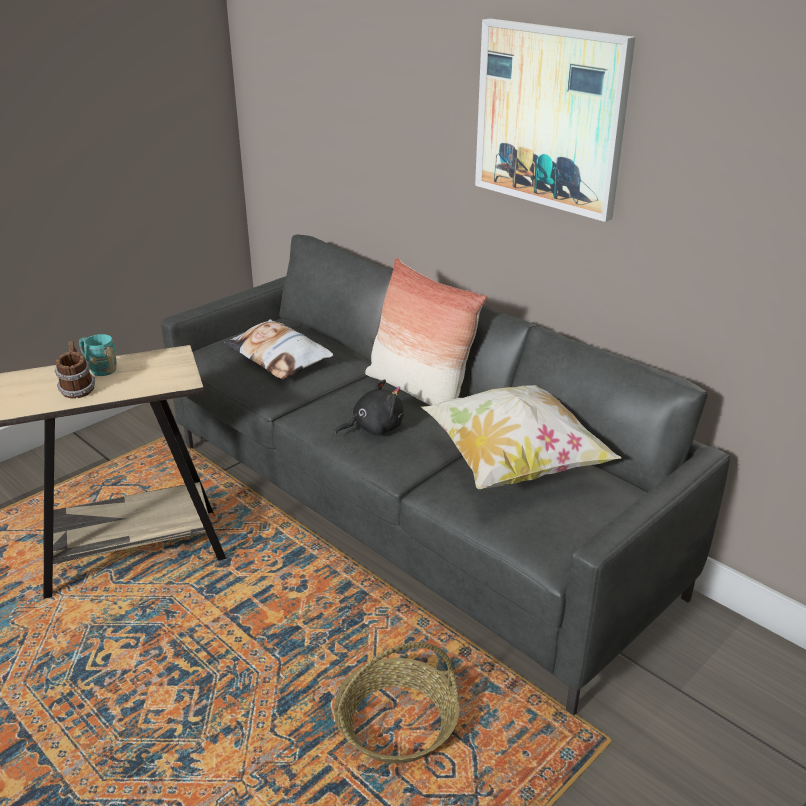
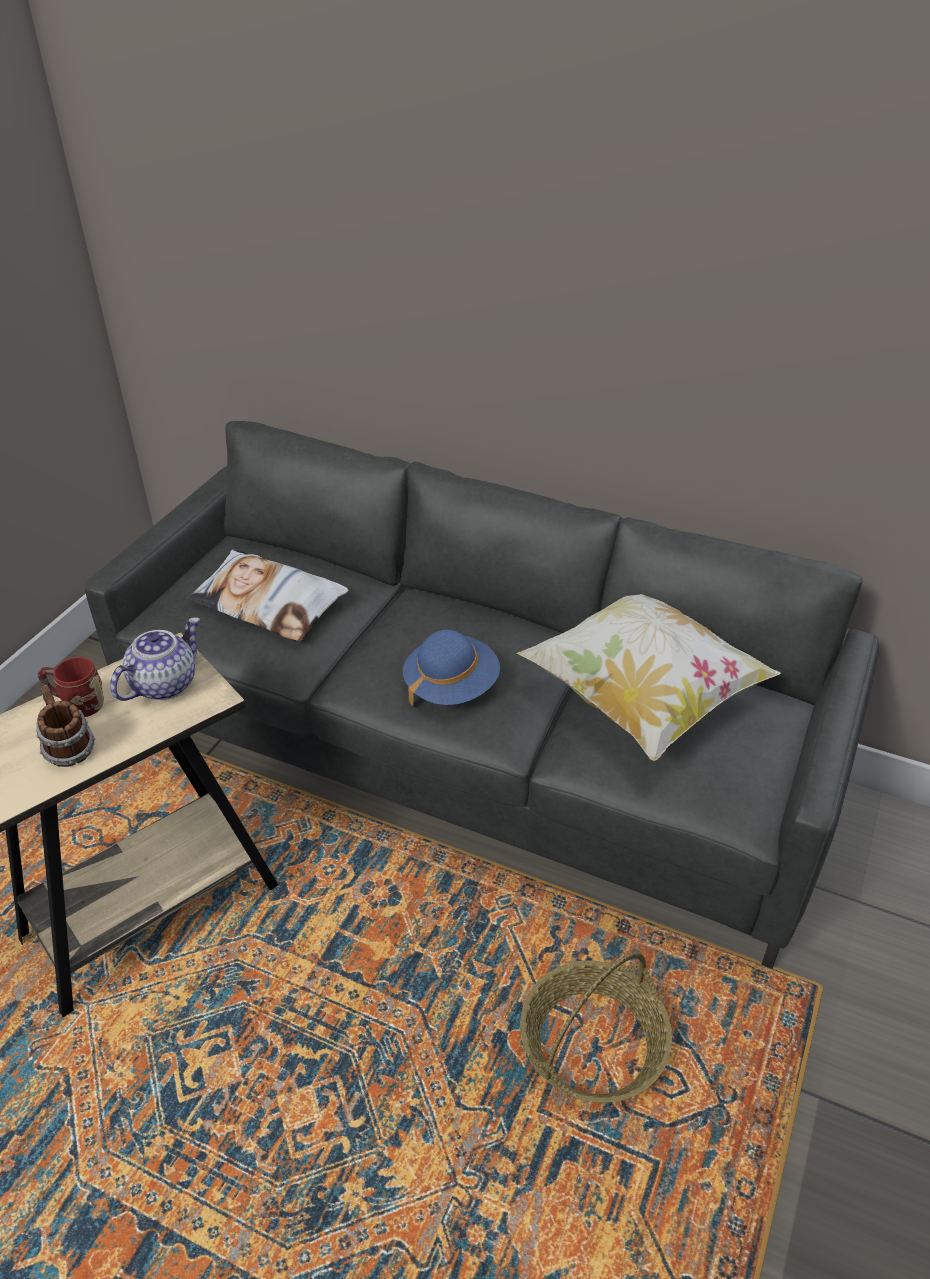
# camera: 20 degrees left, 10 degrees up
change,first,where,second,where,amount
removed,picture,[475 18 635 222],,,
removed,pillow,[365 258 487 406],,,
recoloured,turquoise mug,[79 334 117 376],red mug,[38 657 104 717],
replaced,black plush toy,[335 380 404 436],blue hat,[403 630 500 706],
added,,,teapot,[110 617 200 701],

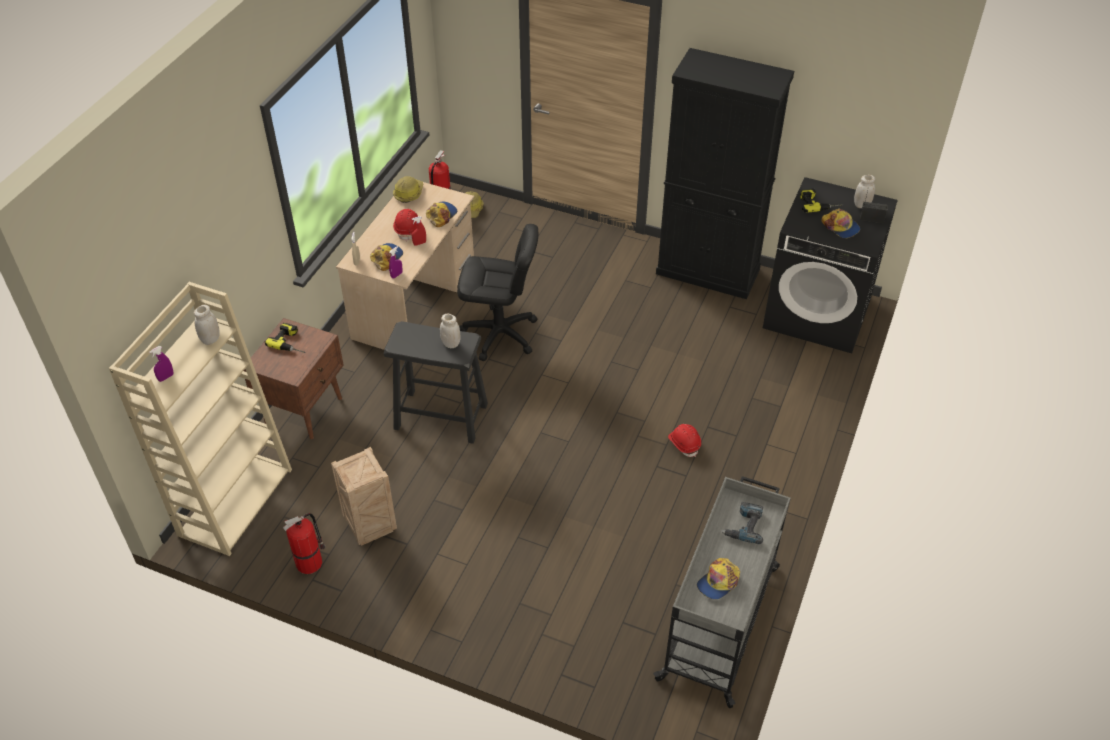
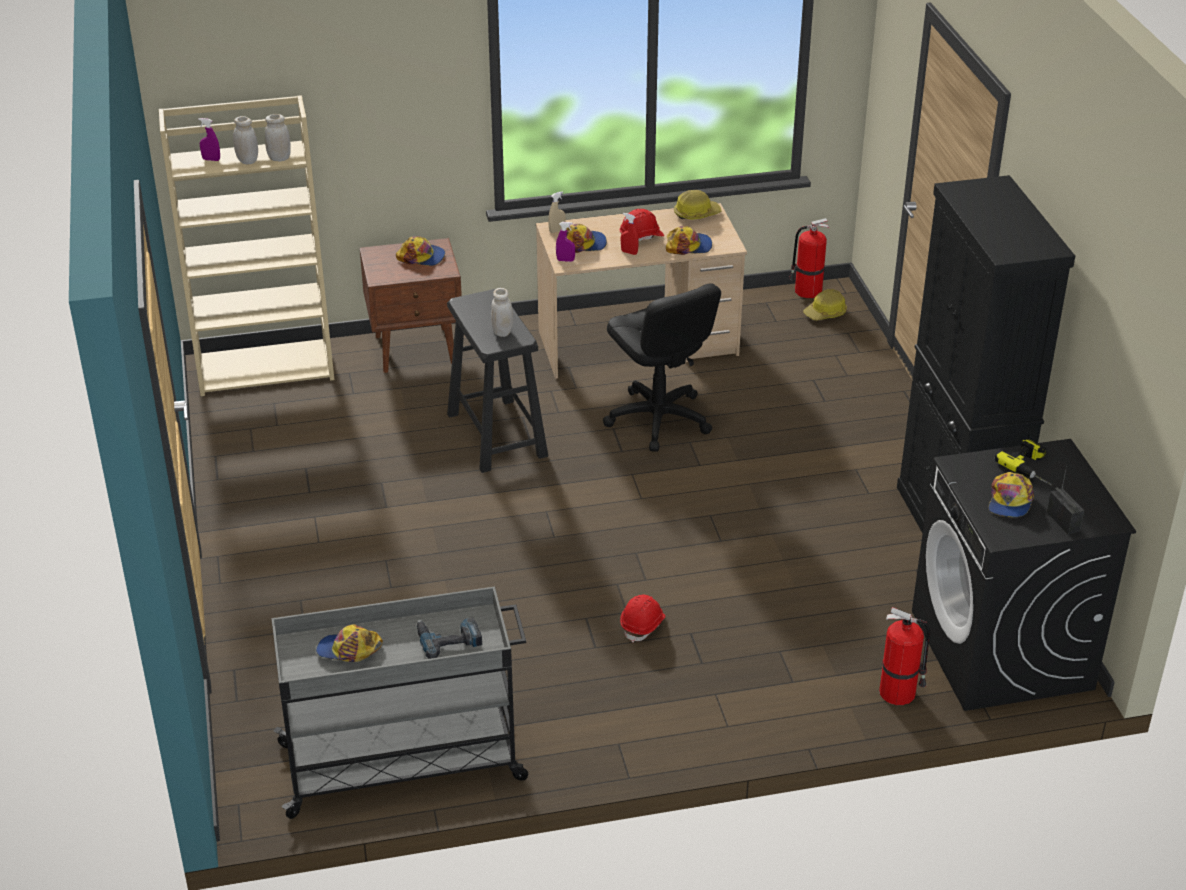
# camera: 55 degrees right, 10 degrees down
change,first,where,second,where,amount
moved,white jar,[854 175 875 208],,[233 116 258 164],
replaced,power drill,[265 323 305 353],cap,[396 236 445 266],
removed,crate,[331 447 397 546],,,
moved,fire extinguisher,[283 513 325 574],,[879 607 930 705],

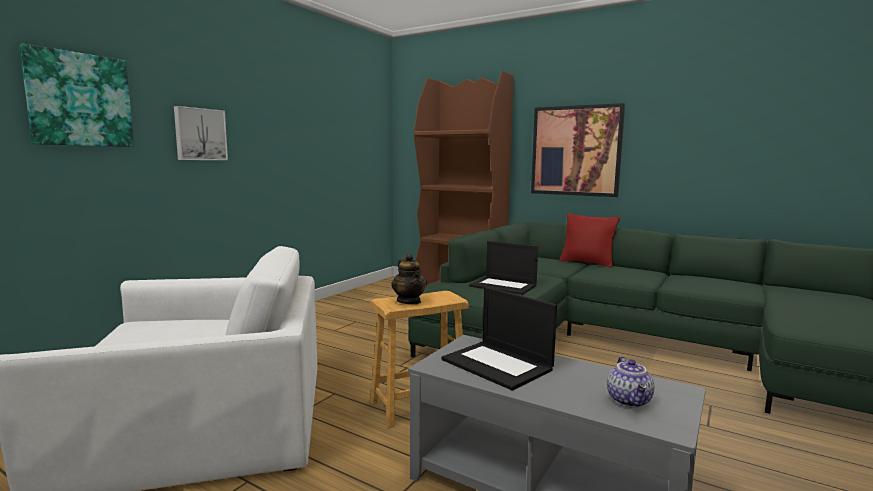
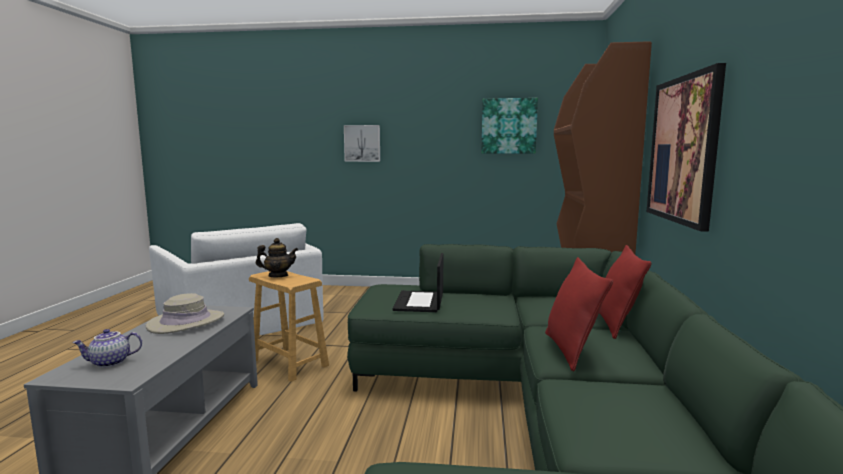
# camera: 65 degrees right, 0 degrees up
change,first,where,second,where,amount
moved,picture,[19 43 134 147],,[481 98 538 154],
turned,teapot,[391 254 427 304],,[256 238 298 277],135 degrees counterclockwise
replaced,laptop,[441 287 557 390],beige hat,[146 293 224 334],
added,,,red pillow,[545 257 613 372],

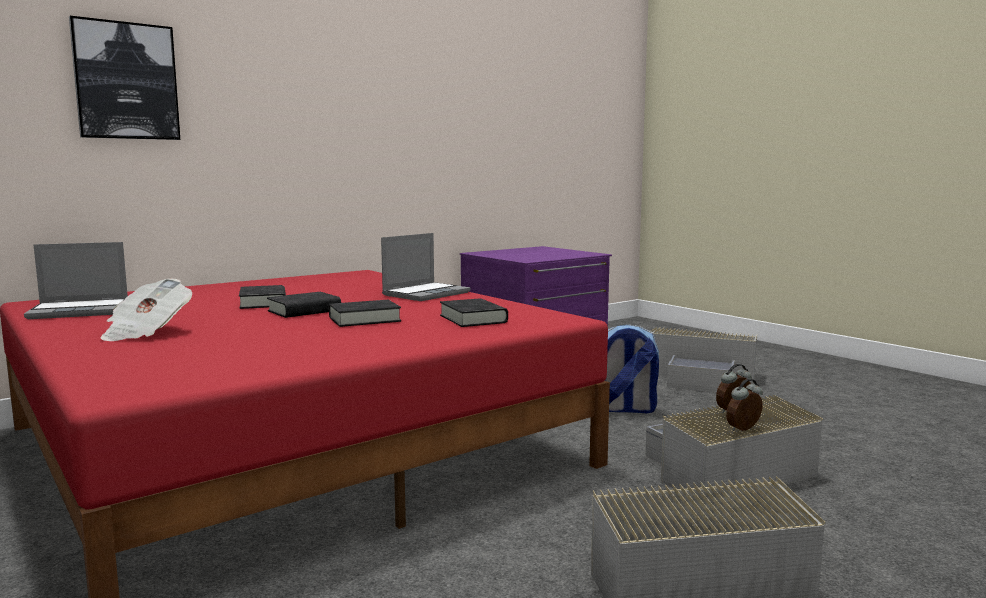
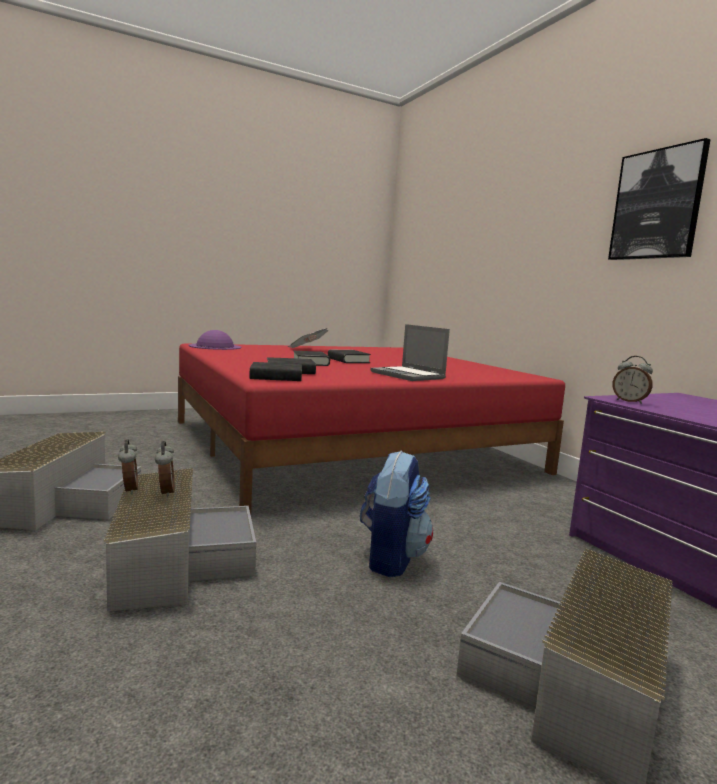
# camera: 100 degrees right, 0 degrees up
change,first,where,second,where,amount
moved,picture,[69 16 180 140],,[608 138 711 260],
removed,laptop,[24 242 128 319],,,
moved,black book,[239 285 286 309],,[250 362 302 381],
added,,,purple hat,[189 330 242 350],
added,,,alarm clock,[613 356 653 404],

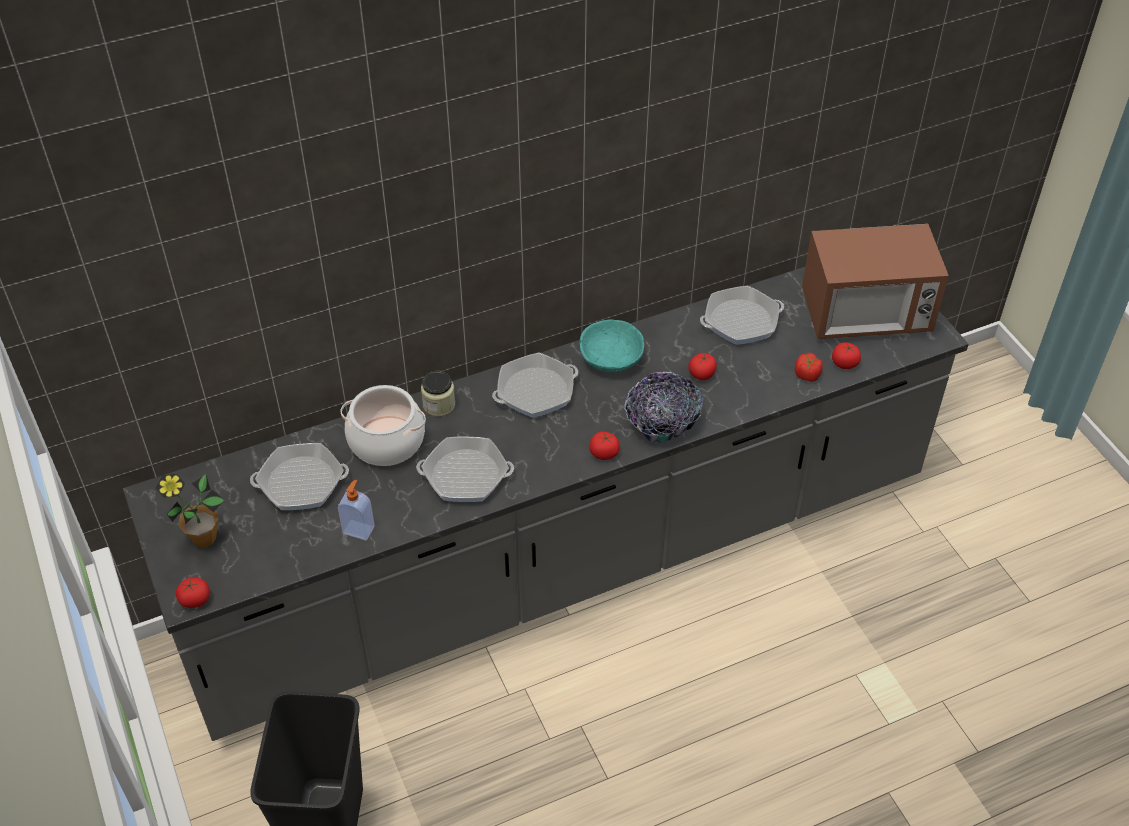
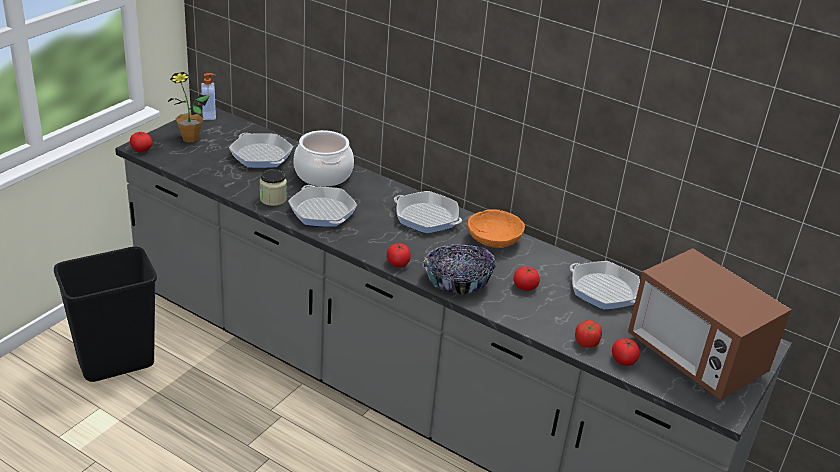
# camera: 55 degrees right, 15 degrees down
change,first,where,second,where,amount
recoloured,turquoise bowl,[579 319 644 372],orange bowl,[468 209 525 248],
moved,jar,[421 371 455 416],,[260 169 287 206],
moved,soap dispenser,[338 480 375 540],,[201 73 216 120],

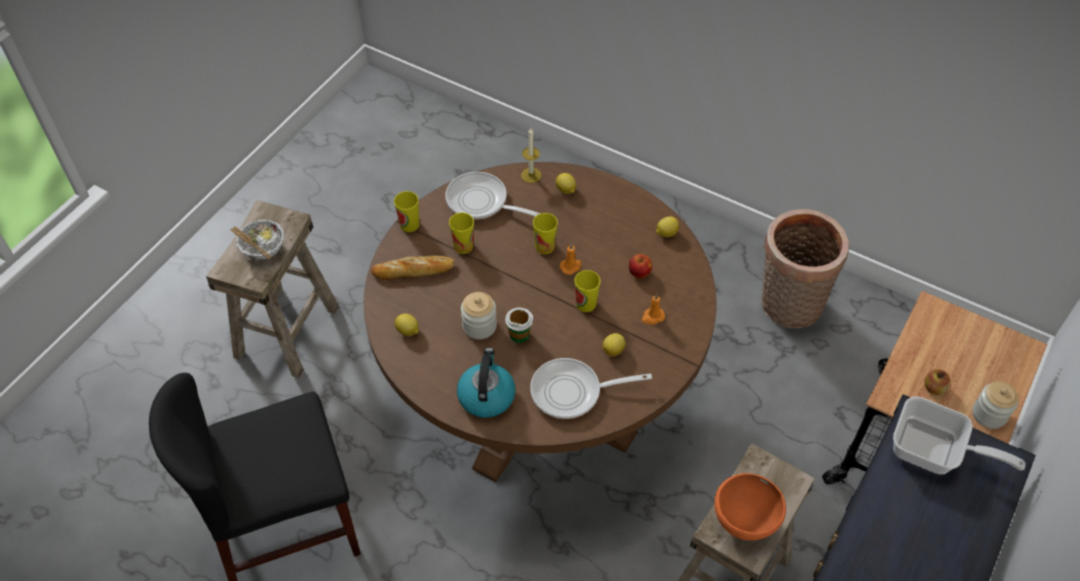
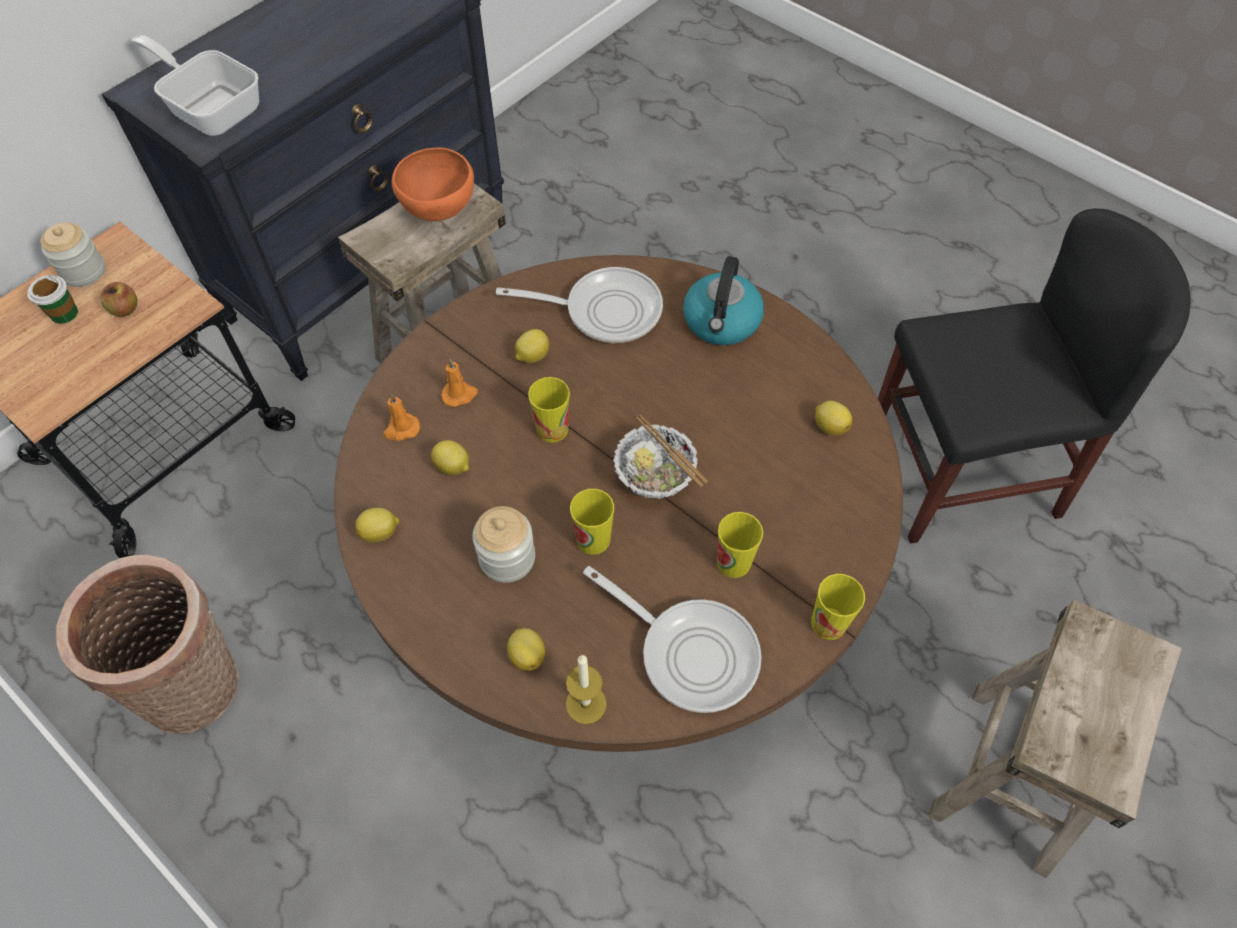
# camera: 170 degrees left, 5 degrees up
change,first,where,second,where,amount
moved,bowl,[230 219 284 260],,[613 415 708 499],
moved,orange candle,[560 243 582 275],,[383 393 420 441],
replaced,apple,[629 254 652 278],lemon,[431 440 469 476],
removed,bread,[371 255 455 280],,,
moved,jar,[461 292 497 339],,[472 506 535 583],
moved,cup,[505 308 533 343],,[27 274 78 324],

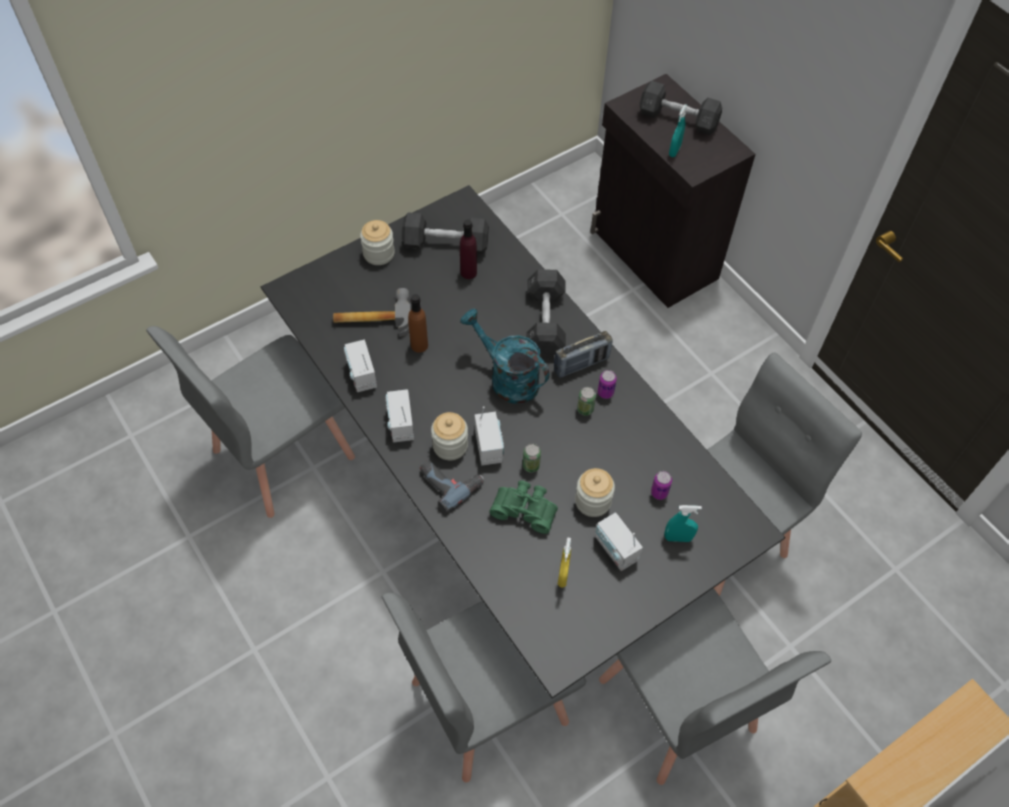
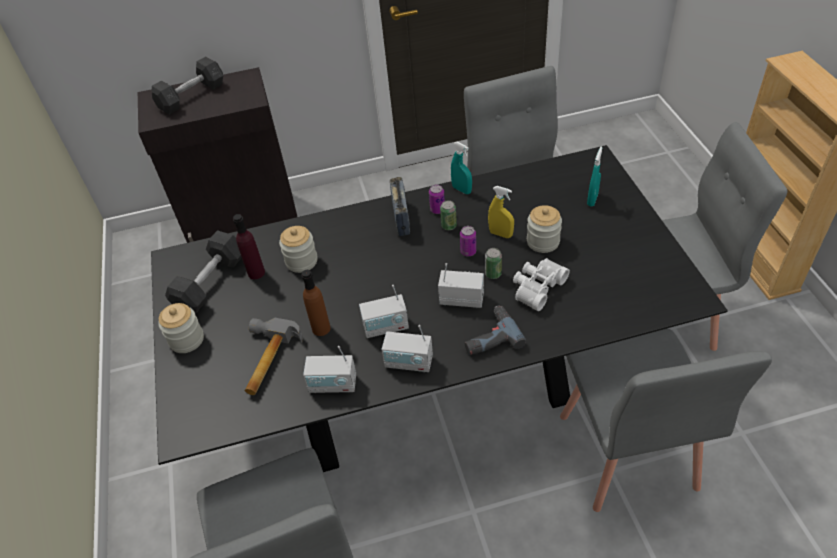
# camera: 65 degrees left, 10 degrees down
change,first,where,second,where,amount
moved,turquoise spray bottle,[669 104 687 157],,[451 142 472 194],
removed,grey dumbbell,[526 269 566 355],,,
removed,turquoise watering can,[460 308 550 404],,,
moved,jar,[431 412 468 460],,[279 226 317 273],
moved,can,[651 471 672 500],,[460 226 476 256],
recoloured,green binoculars,[489 480 558 534],white binoculars,[513 258 570 311],
moved,radio,[595 512 643 571],,[359 285 409 338],
moved,yellow spray bottle,[558 537 571 588],,[488 186 514 238],

